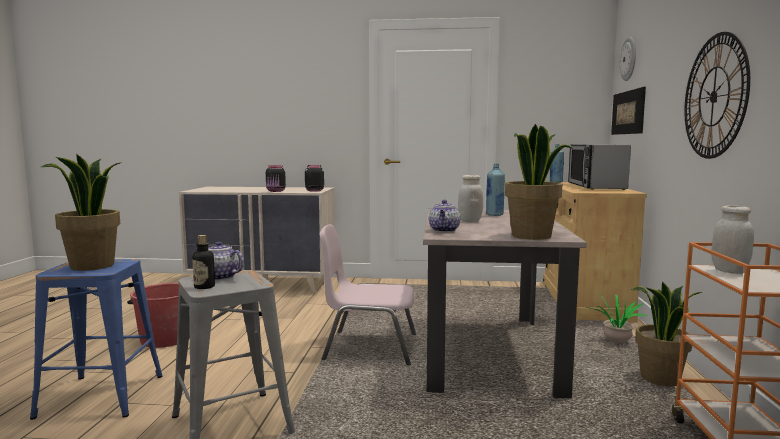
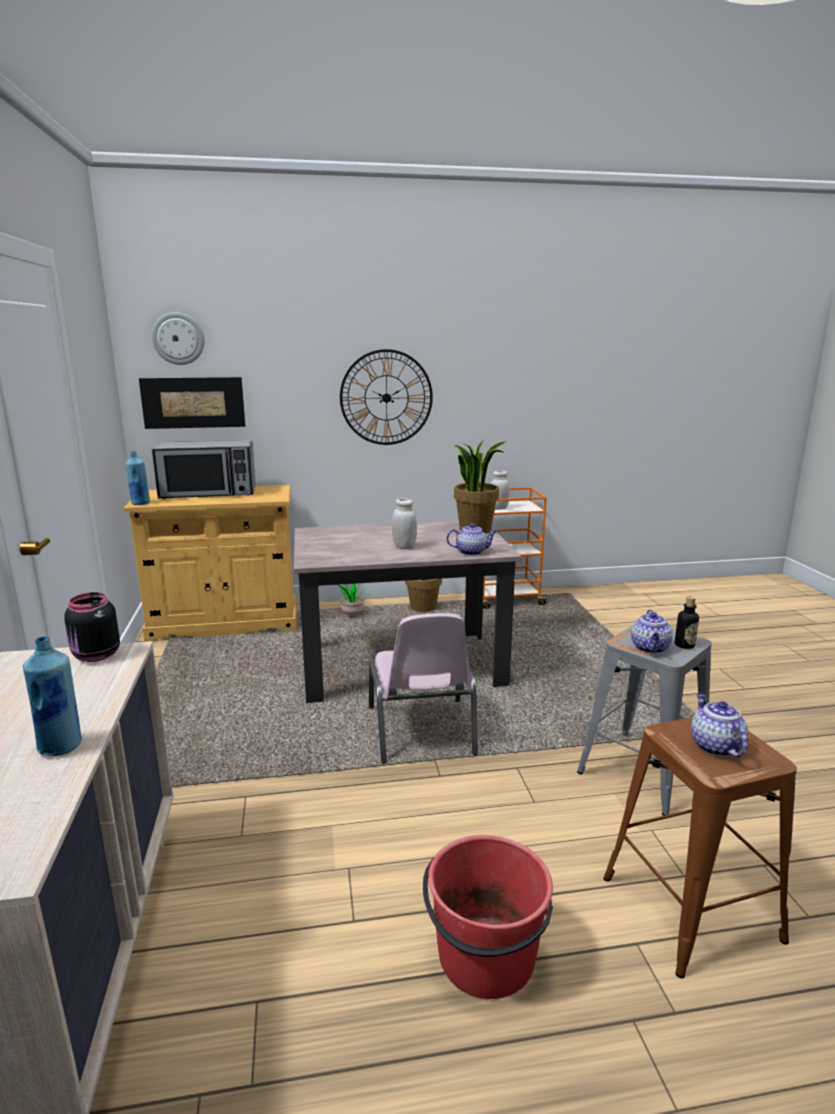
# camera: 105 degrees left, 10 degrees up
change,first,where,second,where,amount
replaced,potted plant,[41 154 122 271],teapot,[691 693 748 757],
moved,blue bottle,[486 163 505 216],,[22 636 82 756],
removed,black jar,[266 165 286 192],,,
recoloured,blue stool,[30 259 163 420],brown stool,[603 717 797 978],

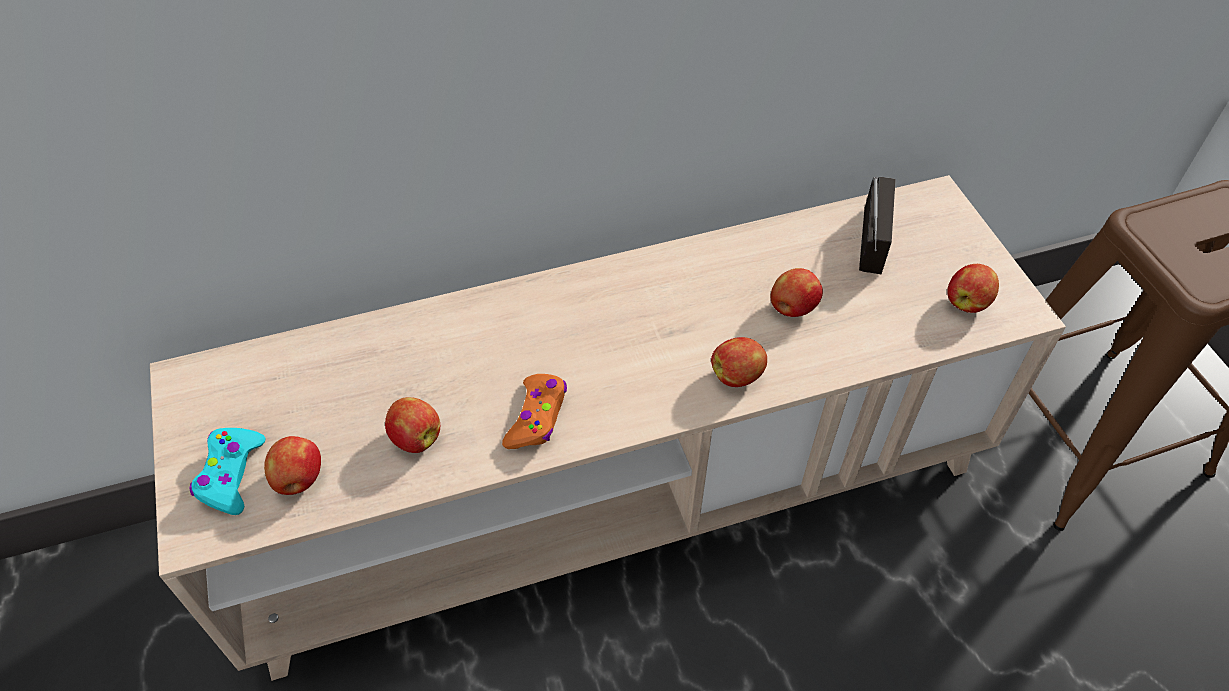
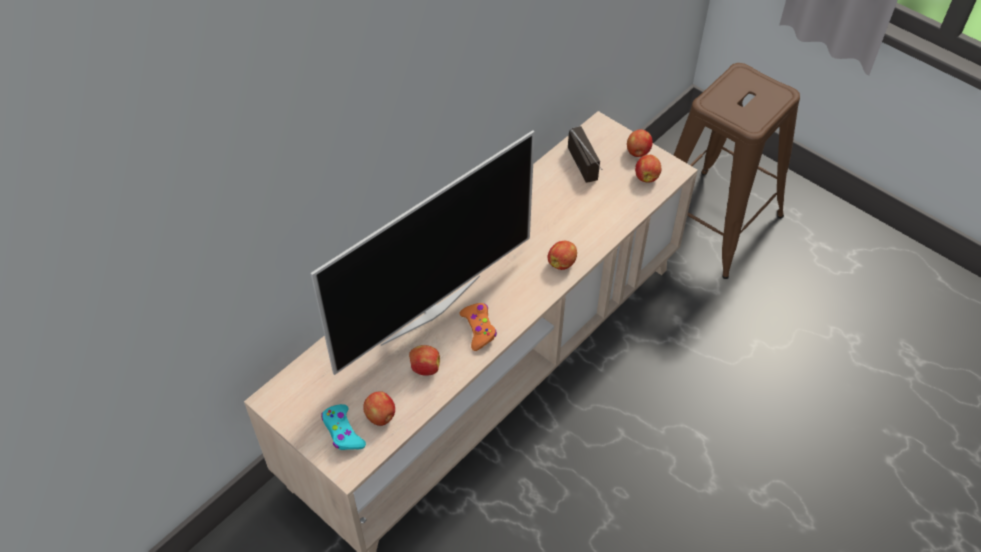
# camera: 30 degrees left, 0 degrees up
change,first,where,second,where,amount
moved,apple,[771 268 823 317],,[627 130 653 157],
added,,,television,[311 130 535 375],

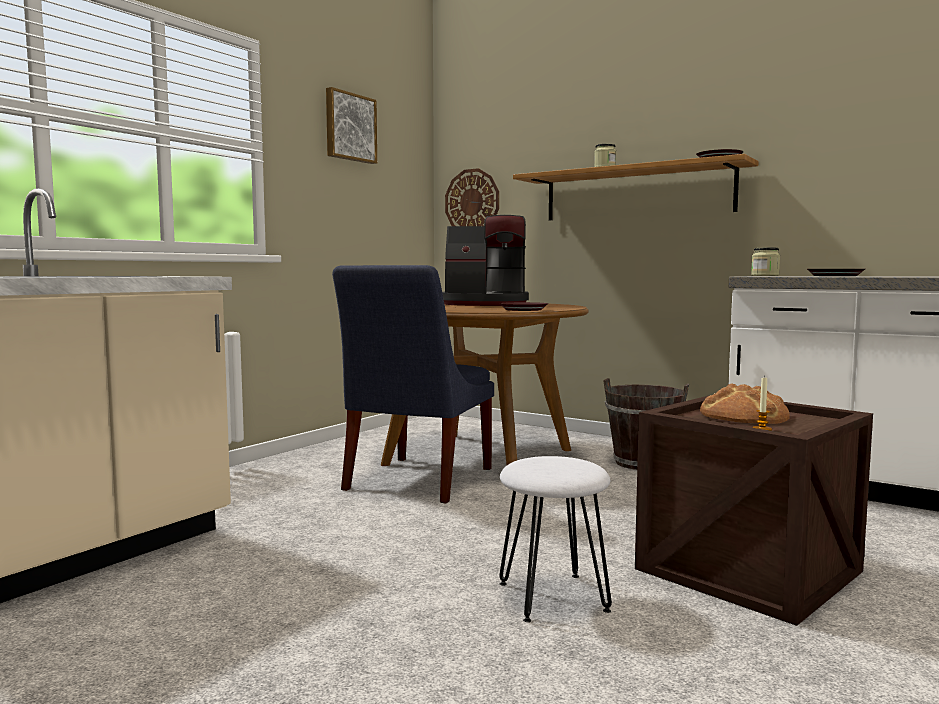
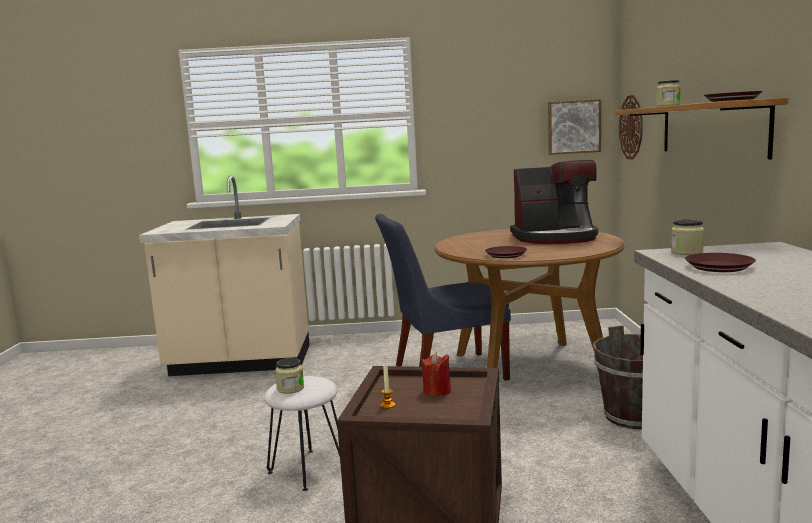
# camera: 55 degrees right, 5 degrees up
change,first,where,second,where,amount
moved,picture,[326 87 377 164],,[548 99 601 155],
turned,coffee machine,[442 215 529 306],,[510 160 598 244],60 degrees counterclockwise
replaced,bread,[700 383 790 424],red candle,[422 352 451 397],
added,,,jar,[275 358 304 394],

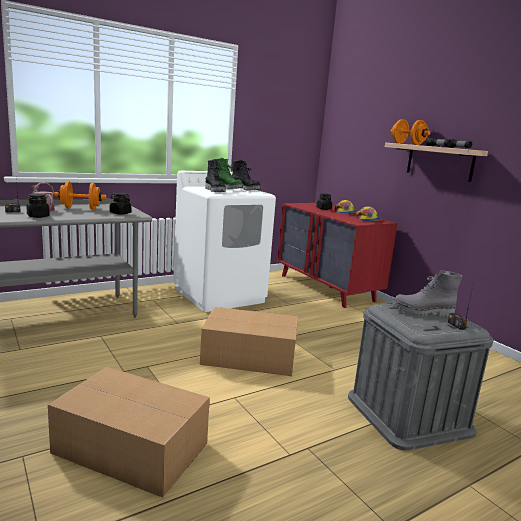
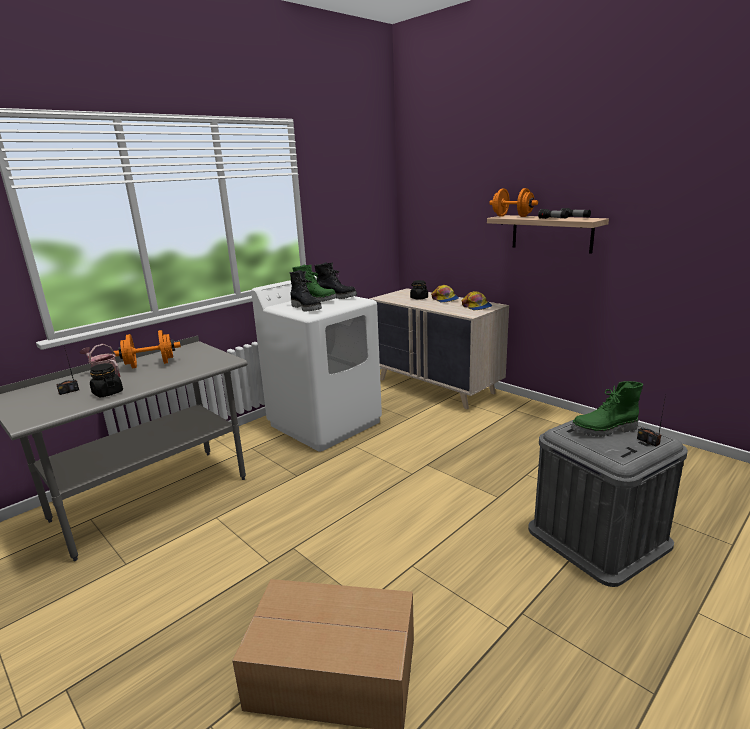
# camera: 10 degrees left, 5 degrees up
change,first,where,second,where,amount
removed,black jar,[110 193 131 215],,,
recoloured,red dresser,[277 203 398 308],beige dresser,[369 288 509 409],
recoloured,grey boot,[392 270 462 317],green boot,[571 381 643 437],
removed,cardboard box,[200 307 298 376],,,

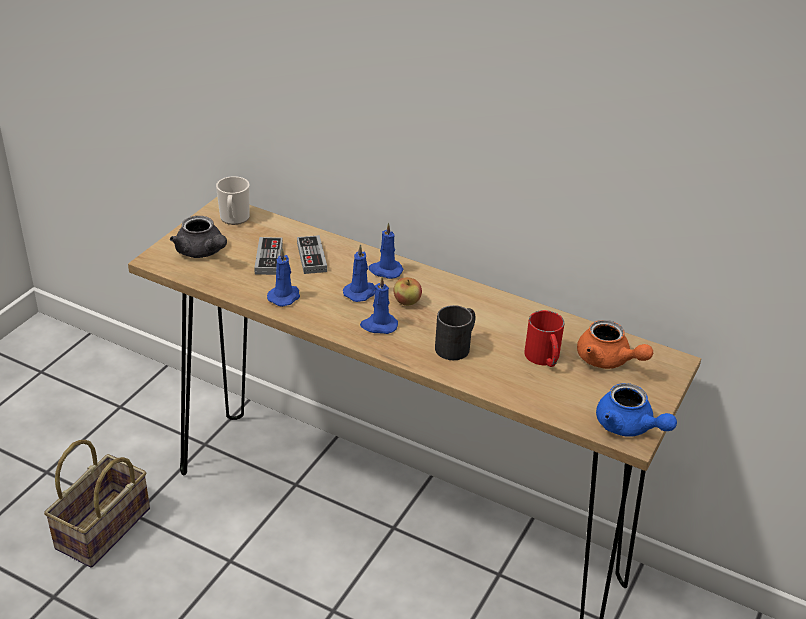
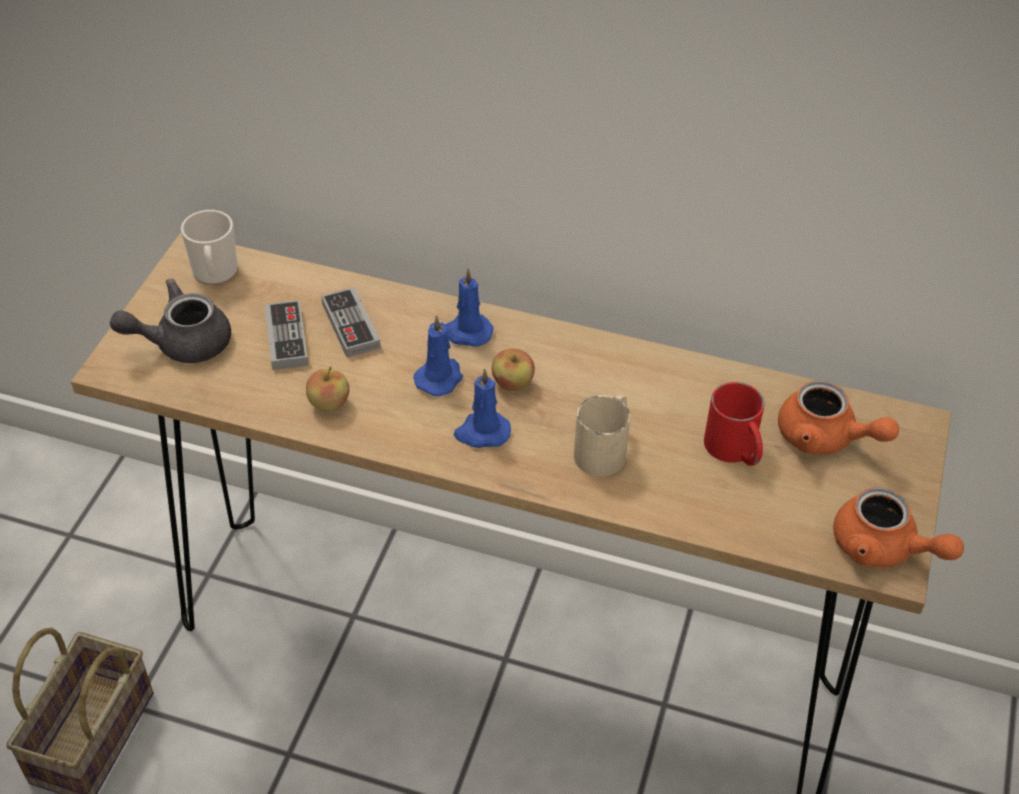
# camera: 10 degrees left, 10 degrees up
change,first,where,second,where,amount
turned,grey teapot,[170 216 227 258],,[110 278 231 363],120 degrees clockwise
replaced,blue candle,[267 248 300 307],apple,[306 366 349 412],
recoloured,black mug,[435 305 476 360],beige mug,[574 395 630 477],
recoloured,blue teapot,[596 383 677 437],orange teapot,[833 487 964 568],

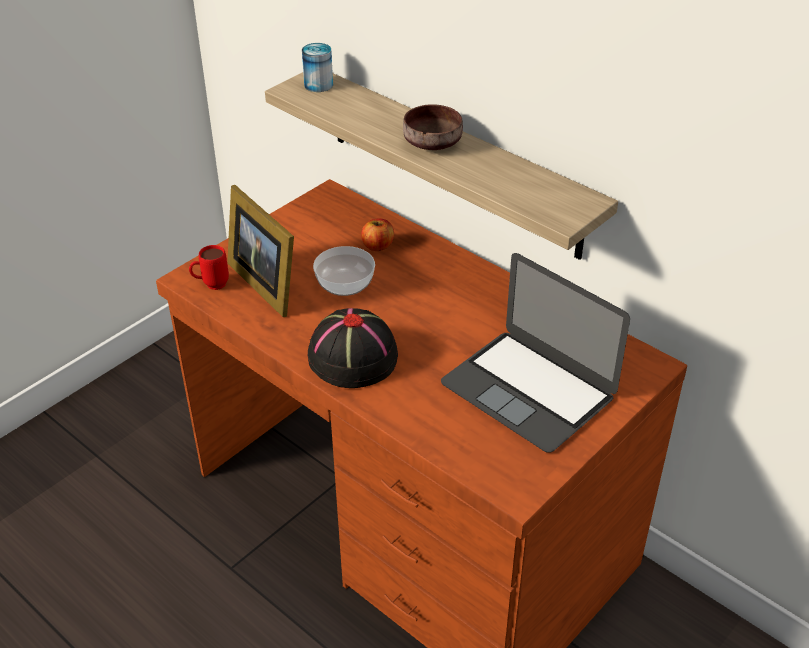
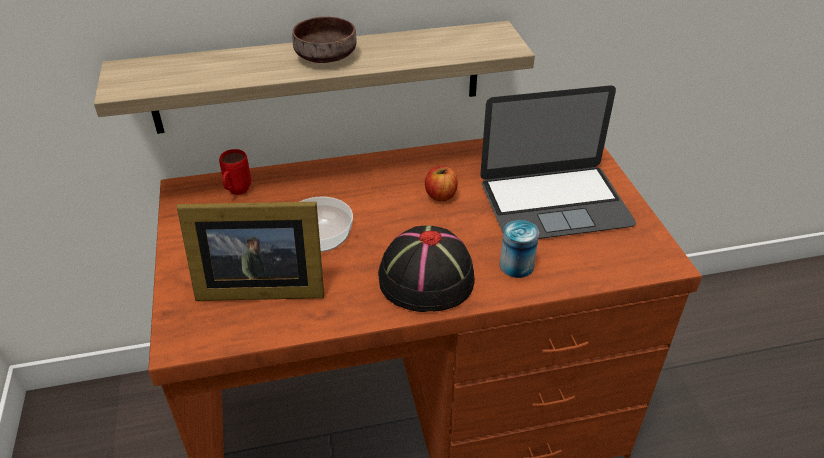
# camera: 55 degrees left, 0 degrees up
change,first,where,second,where,amount
moved,can,[302 43 333 92],,[500 220 539 278],
moved,apple,[361 218 394 251],,[425 166 458 201],
moved,red mug,[189 245 229 290],,[219 149 251 195],

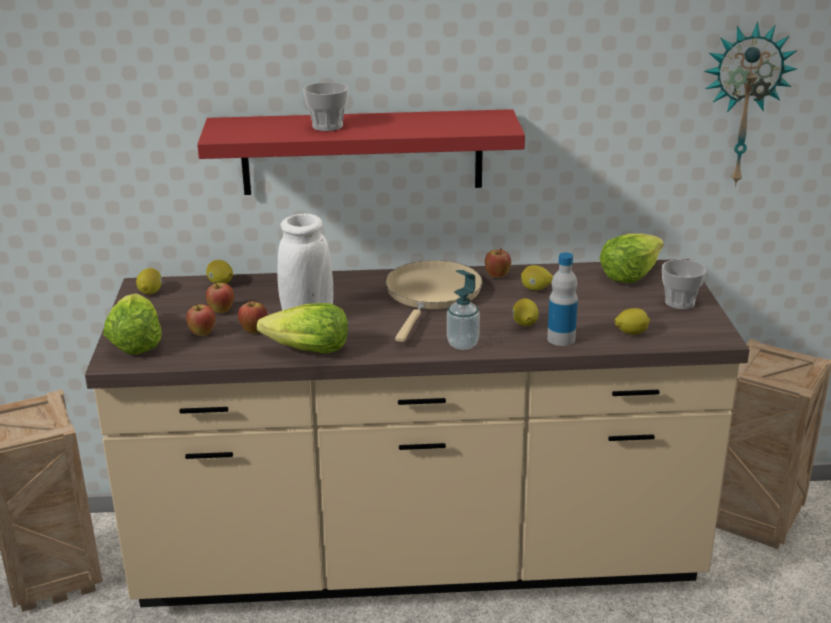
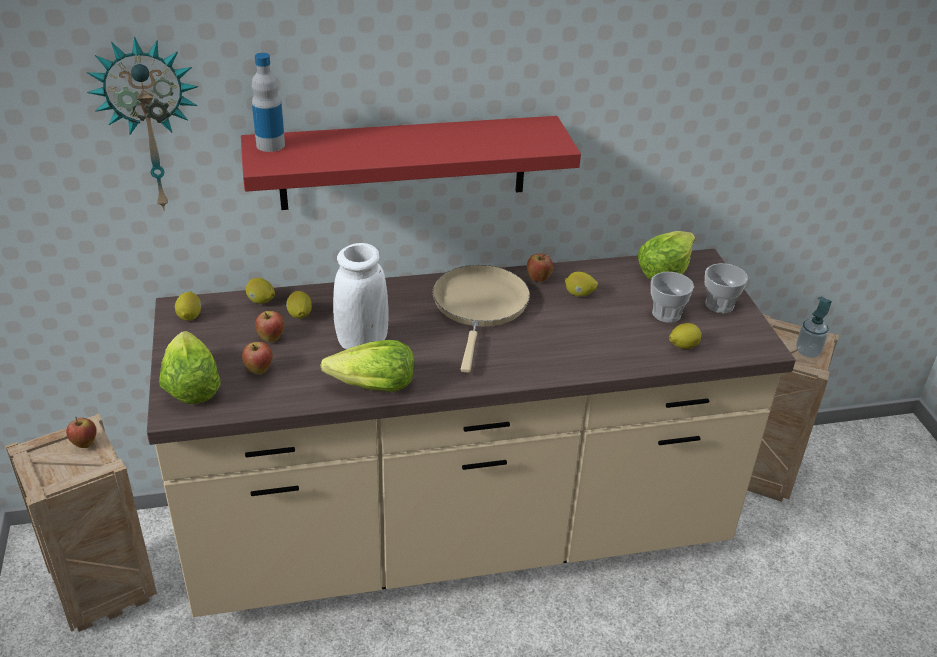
# camera: 10 degrees left, 10 degrees up
change,first,where,second,where,amount
moved,wall clock,[704 22 797 187],,[86 37 198 211],
moved,cup,[303 82 348 131],,[651 272 694 323],
moved,bottle,[547 252 578 346],,[252 53 285 152],
moved,soap dispenser,[447 270 480 350],,[796 296 832 358],
moved,apple,[238 297 267 333],,[66 417 97 448],
moved,lemon,[512 298 539 326],,[286 291 312 318],

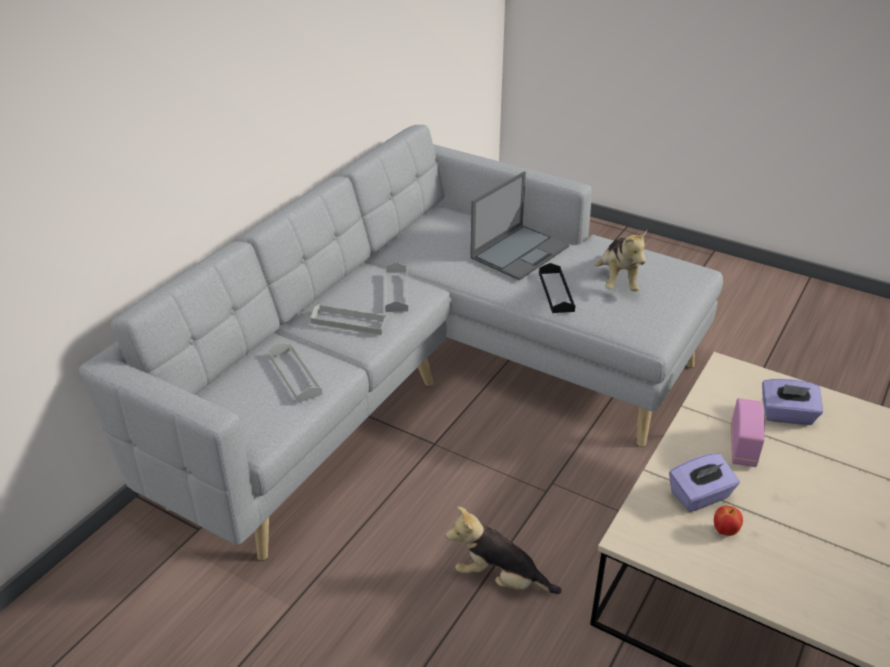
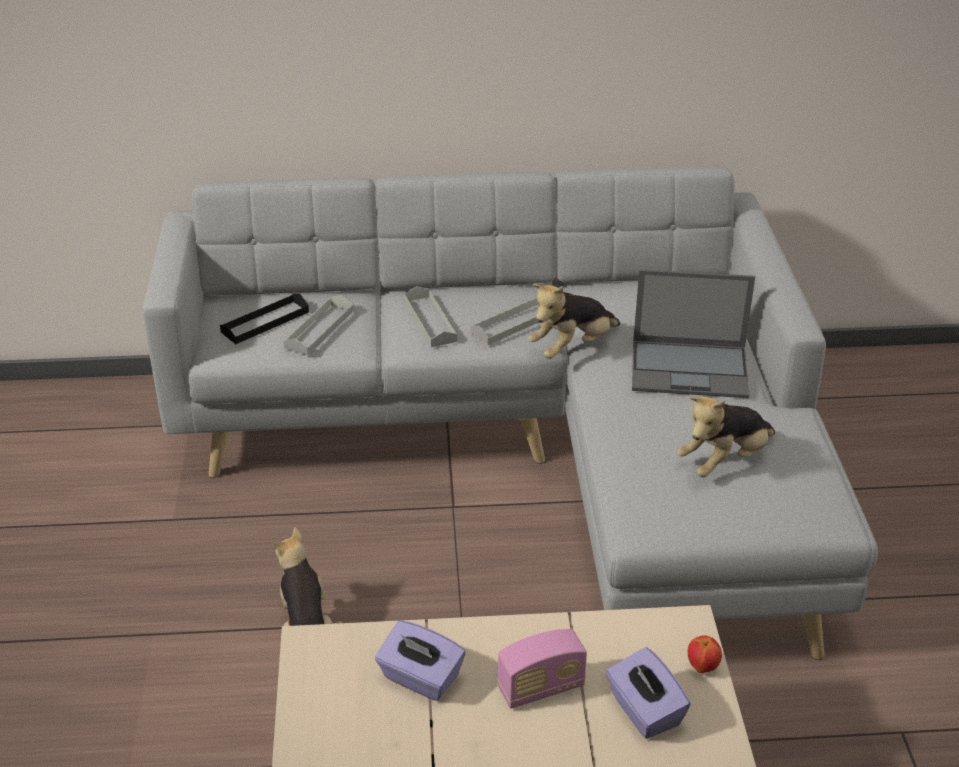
# camera: 55 degrees right, 0 degrees up
change,first,where,second,where,amount
moved,black tray,[539 263 575 313],,[220 294 309 344],
moved,apple,[714 506 743 536],,[688 635 722 673],
added,,,plush toy,[528 284 620 359],

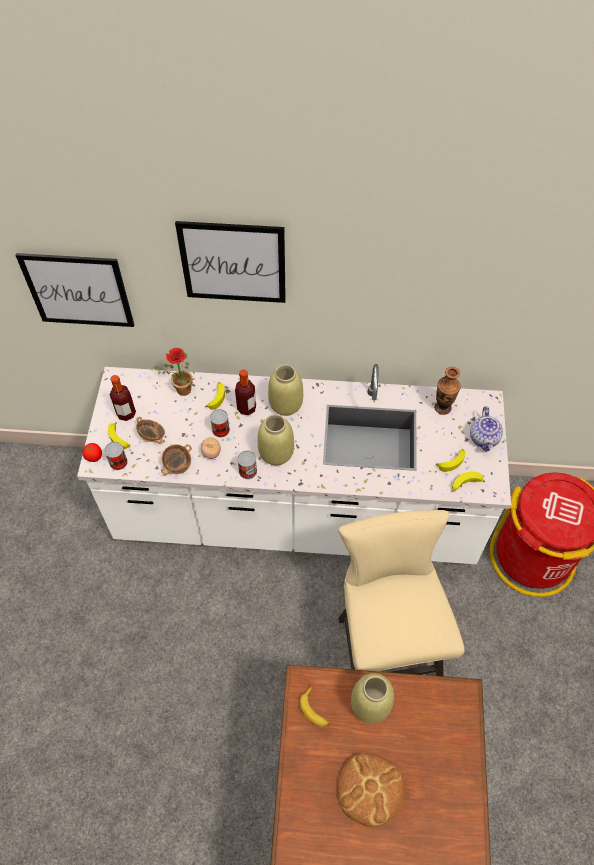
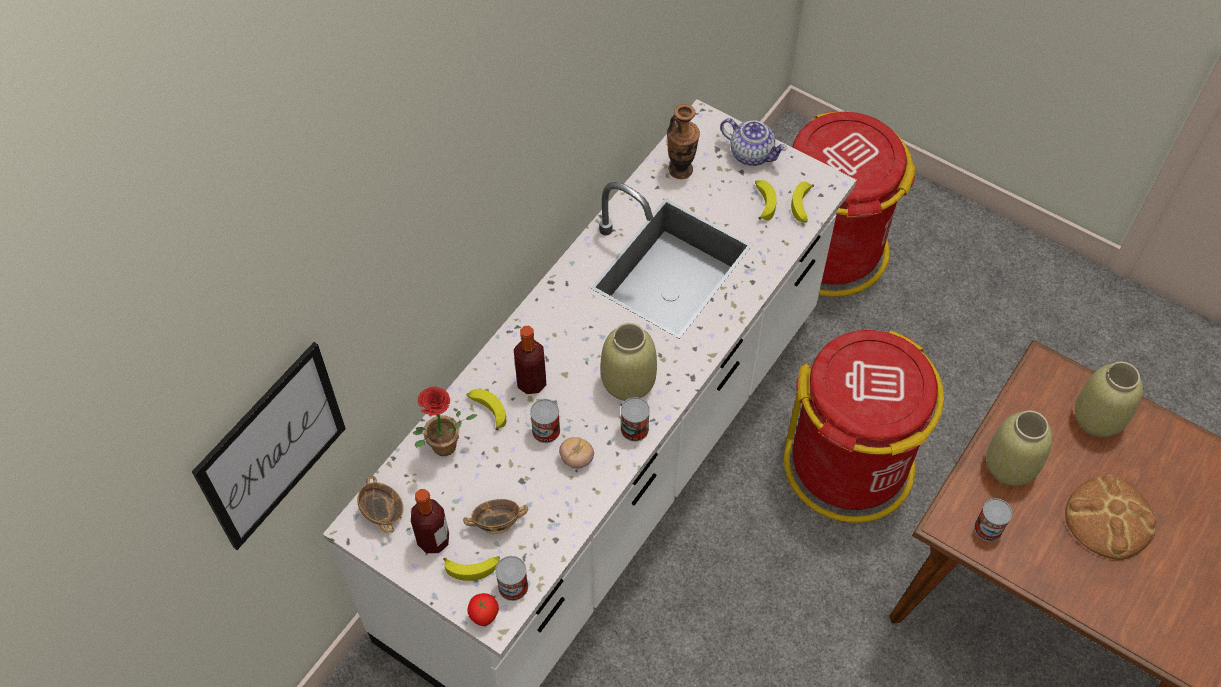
# camera: 60 degrees left, 0 degrees up
change,first,where,second,where,amount
removed,picture,[175 221 286 303],,,
moved,beige vase,[268 364 303 416],,[1075 362 1143 437],
moved,bowl,[161 444 192 476],,[357 476 404 533],
replaced,beige chair,[338 510 465 676],red trash can,[784 330 944 523],
replaced,banana,[299 685 330 727],can,[974 498 1012 541],

